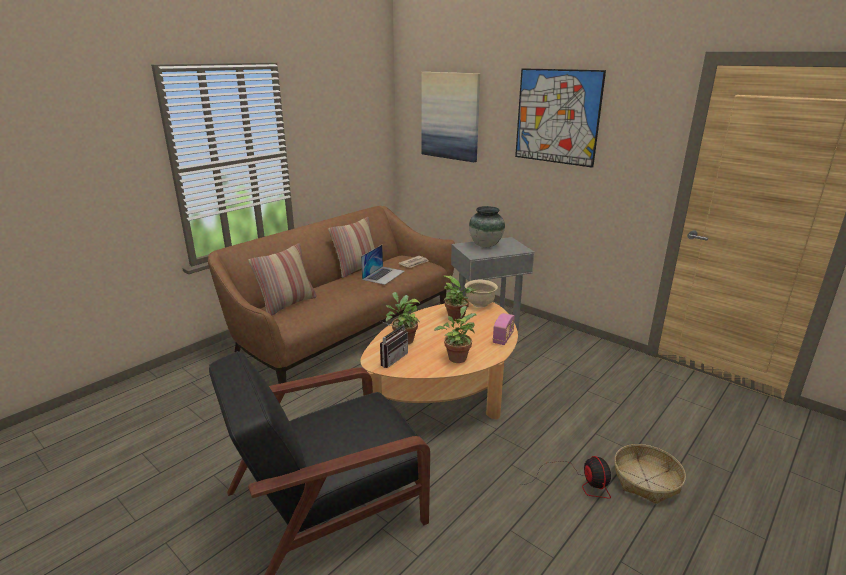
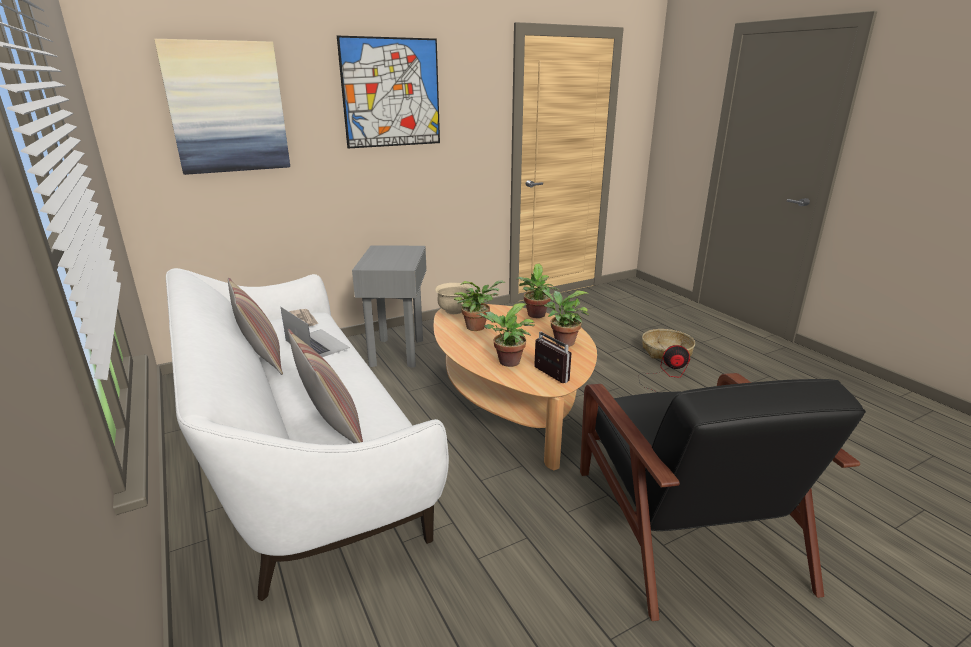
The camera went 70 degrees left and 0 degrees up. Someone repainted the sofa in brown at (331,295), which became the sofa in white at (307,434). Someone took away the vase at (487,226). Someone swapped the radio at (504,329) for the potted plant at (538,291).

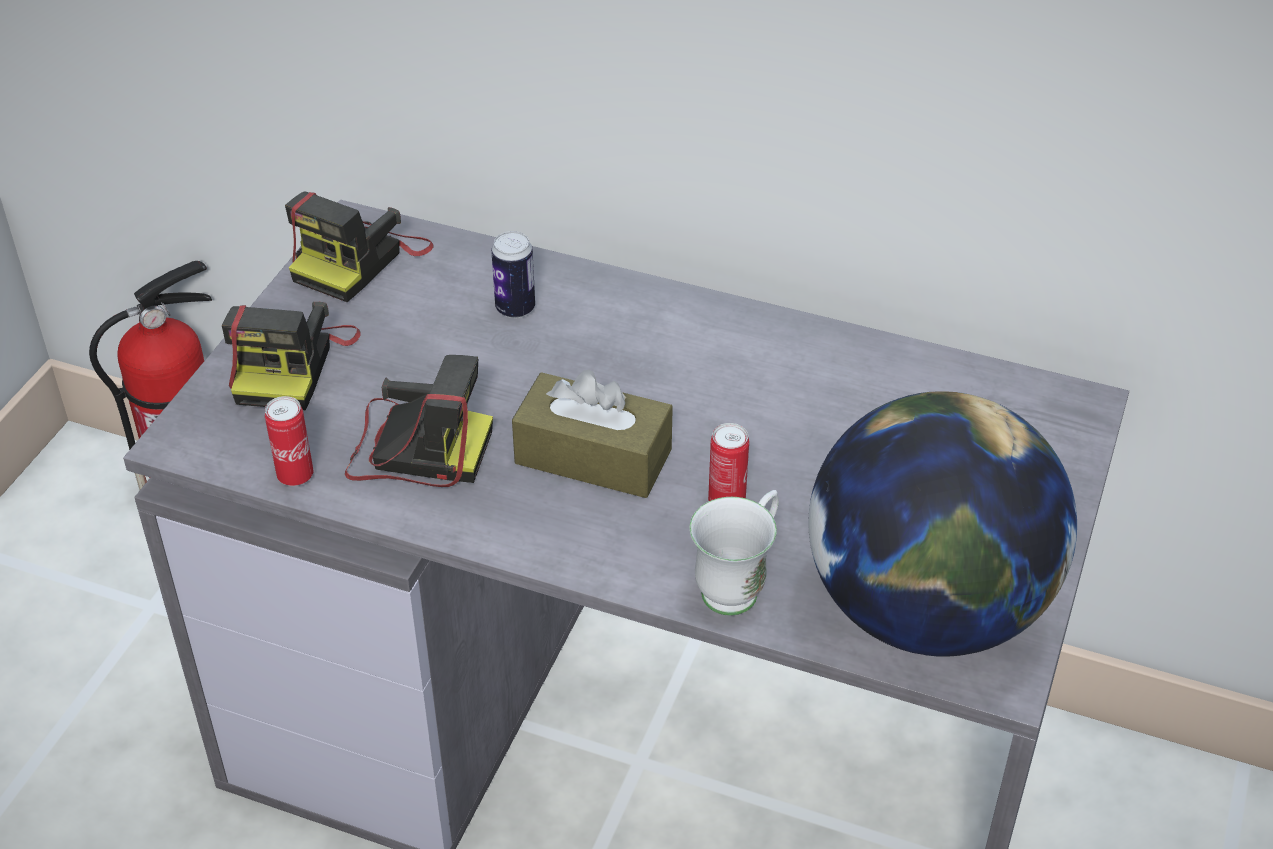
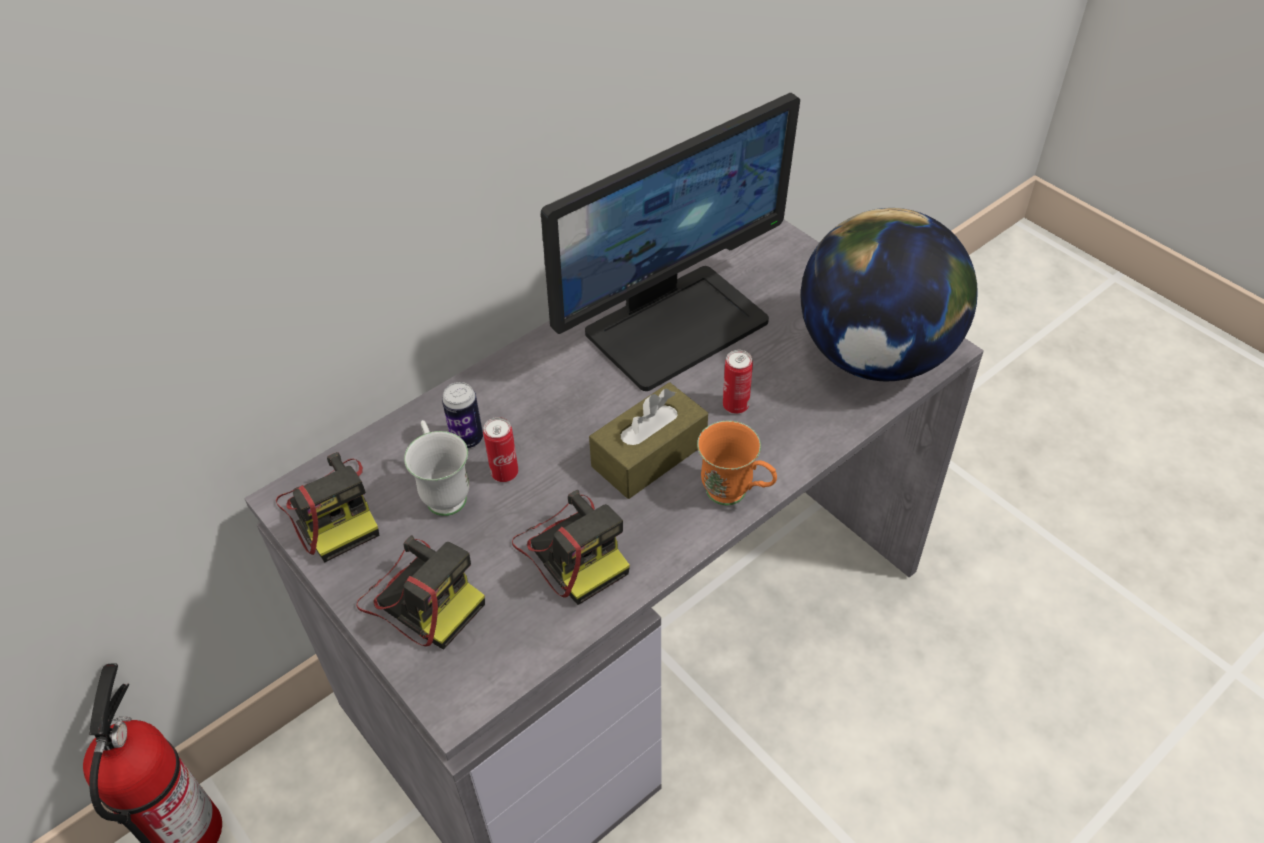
The camera went 60 degrees left and 5 degrees up. Someone carried the can from (289,441) to (500,449). Someone rotated the photo camera at (419,421) by 105 degrees clockwise. Someone carried the mug in white from (734,553) to (436,468). Someone put down the monitor at (670,242). Someone put down the mug in orange at (737,463).

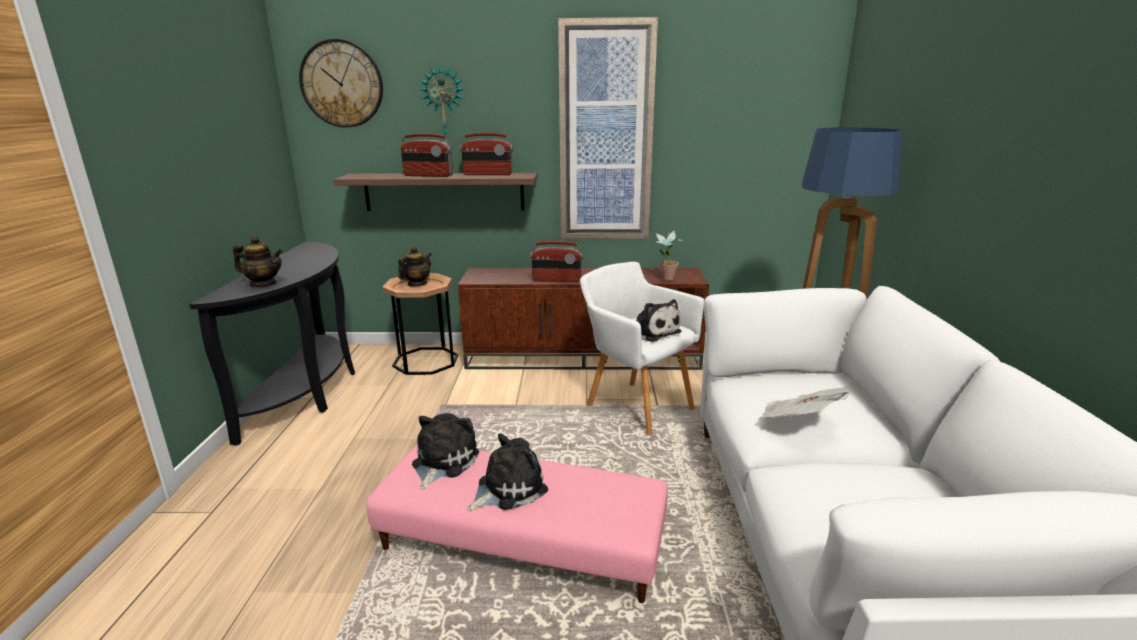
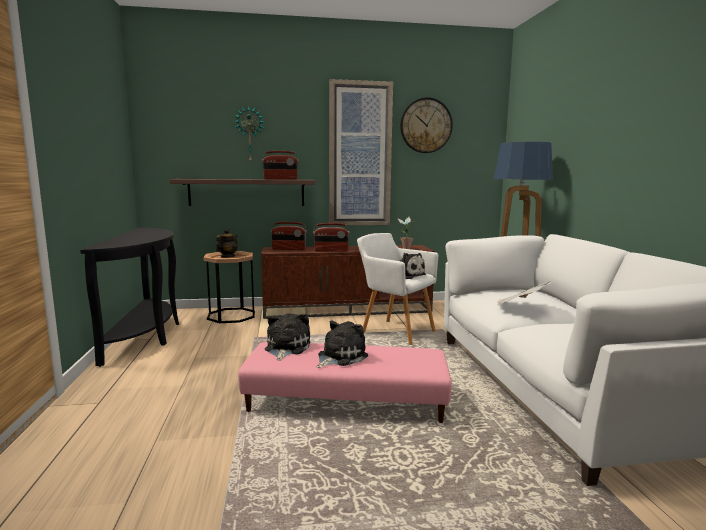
The camera went 10 degrees left and 10 degrees down. Someone took away the teapot at (257,261). Someone carried the wall clock from (341,83) to (426,125). Someone carried the radio from (427,155) to (289,236).

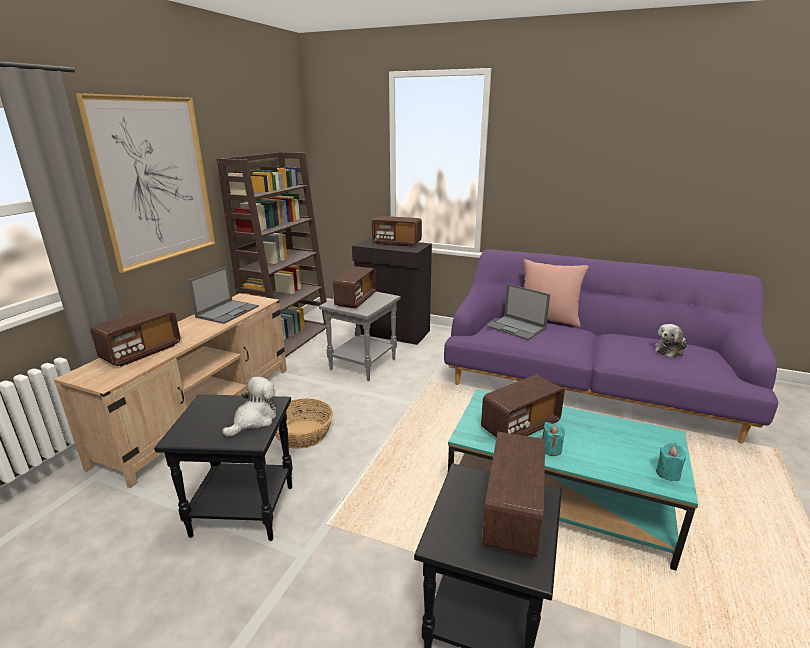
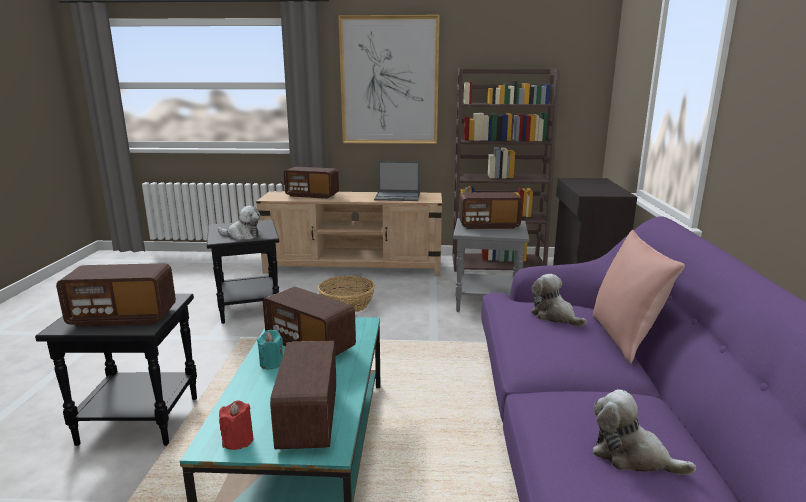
The camera went 70 degrees right and 5 degrees down. Someone carried the radio from (397,231) to (303,395). Someone swapped the laptop at (518,312) for the plush toy at (559,300). Someone repainted the candle in turquoise at (671,462), which became the candle in red at (236,425).

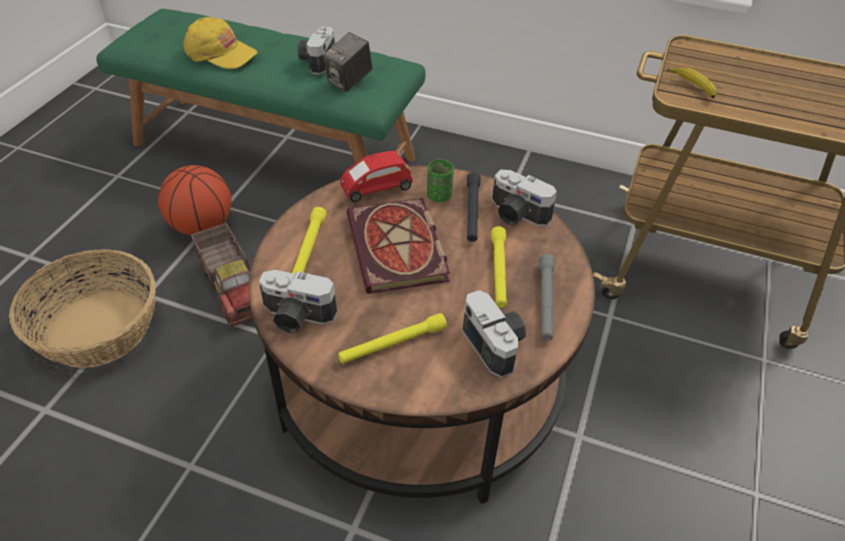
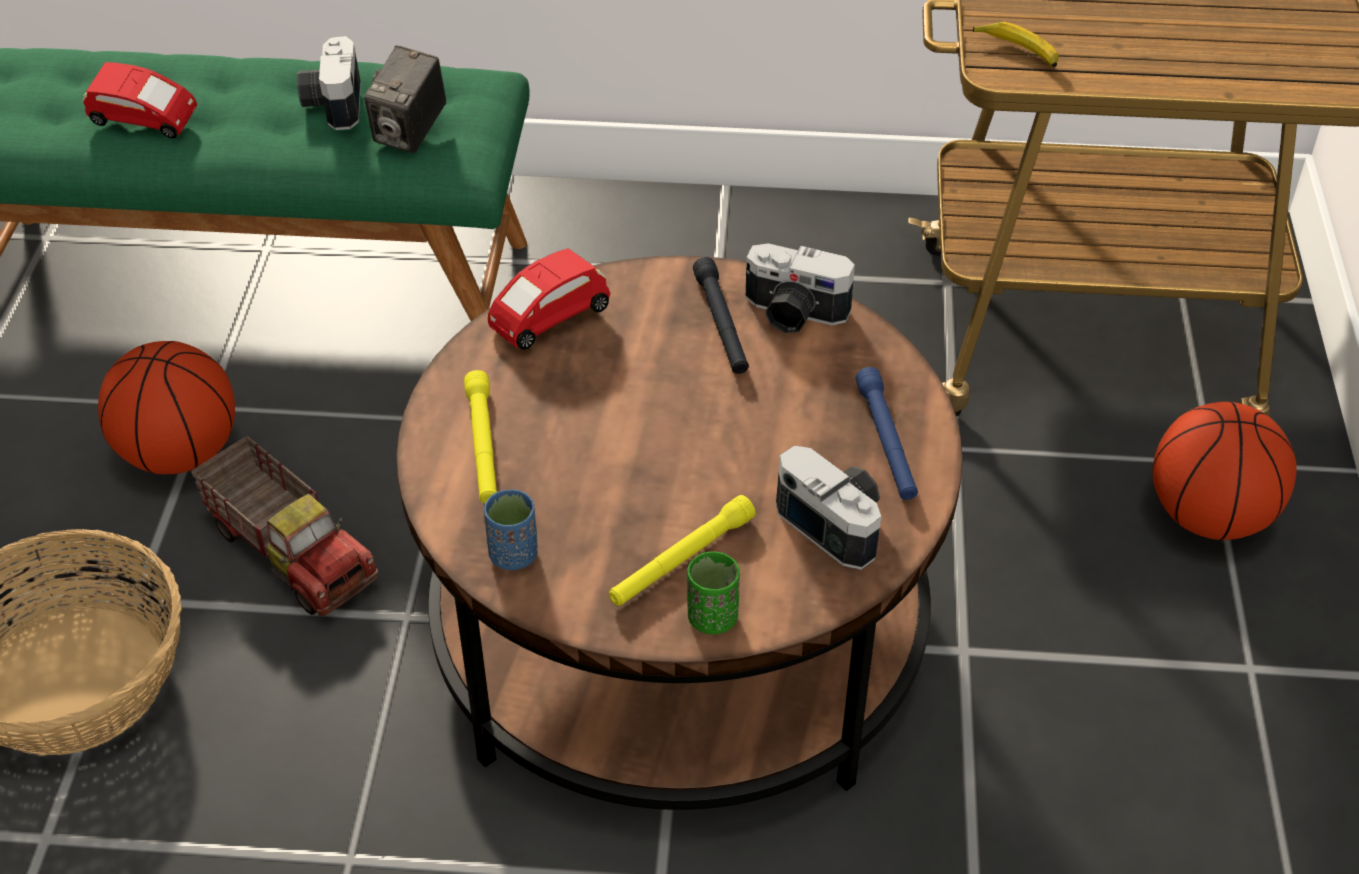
The camera went 15 degrees left and 0 degrees up. Someone swapped the cap in yellow at (220,43) for the toy car in red at (140,100). Someone swapped the photo camera at (298,301) for the cup in blue at (511,529). Someone took away the book at (398,246). Someone carried the cup in green from (440,180) to (713,592). Someone took away the flashlight in yellow at (499,267). Someone repainted the flashlight in grey at (547,297), which became the flashlight in blue at (887,433). Someone put down the basketball at (1224,471).

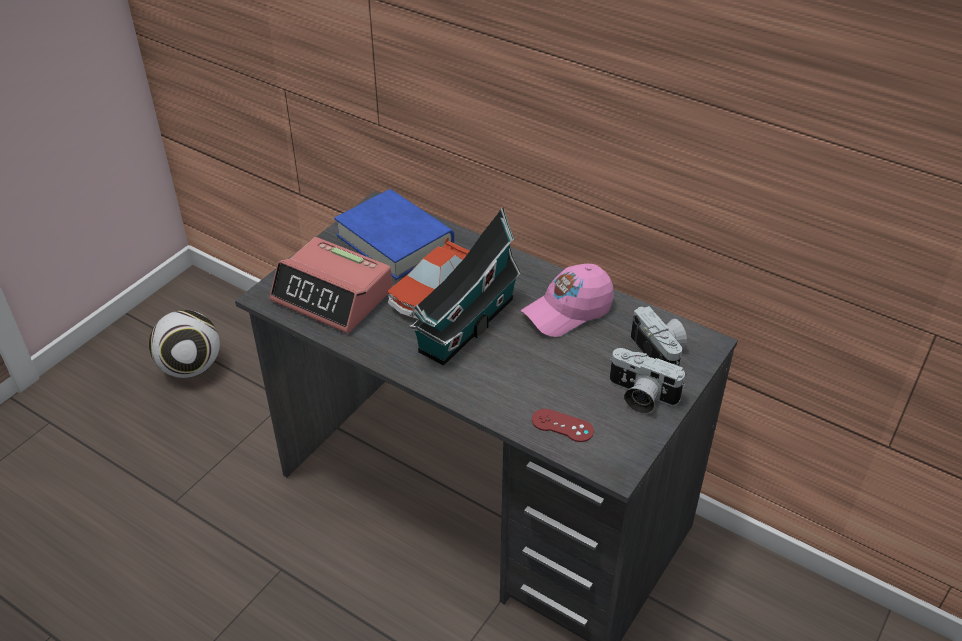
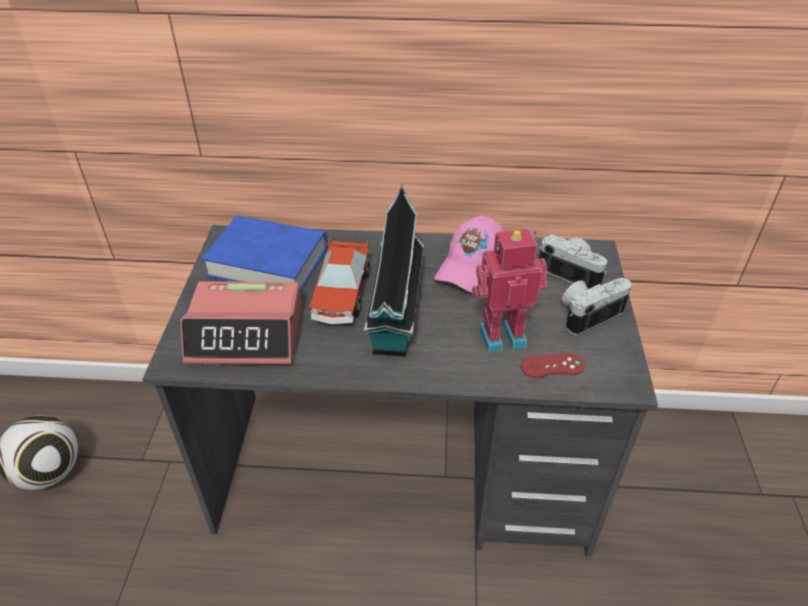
The camera went 30 degrees left and 0 degrees up. Someone rotated the photo camera at (647,381) by 150 degrees clockwise. Someone put down the toy robot at (509,290).

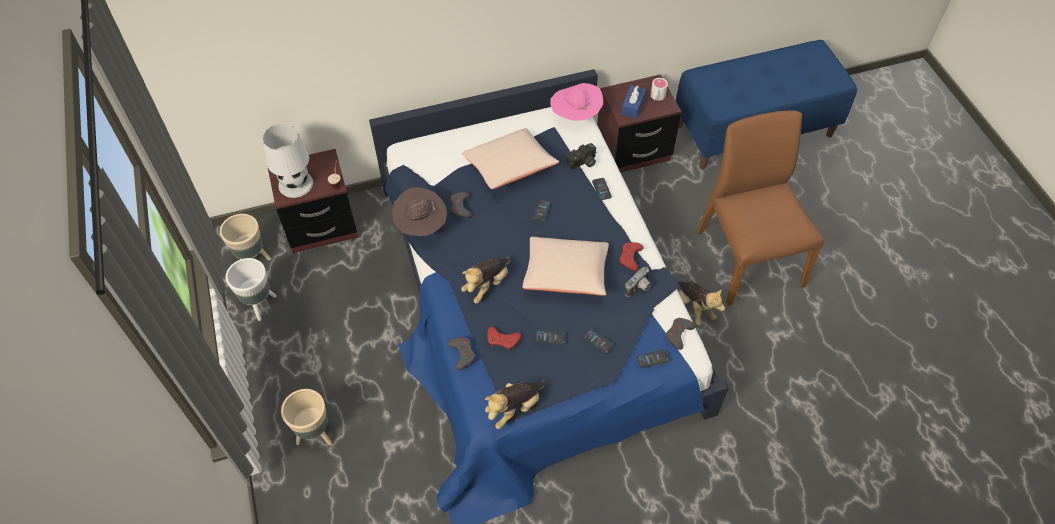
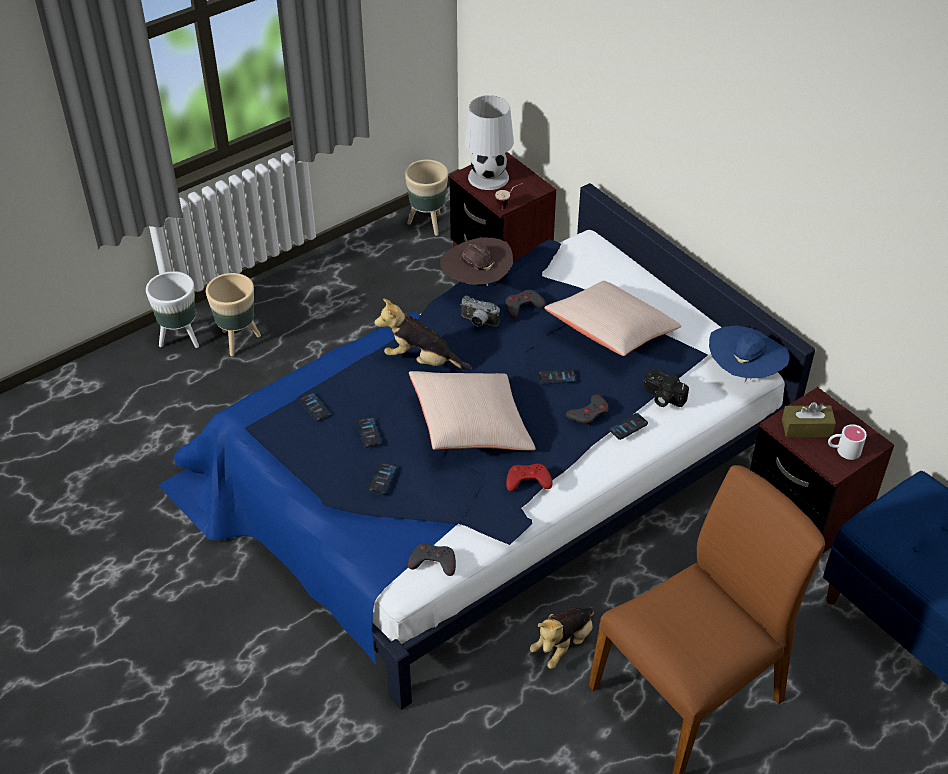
The camera went 70 degrees right and 10 degrees down. Someone carried the planter in white from (250,289) to (172,309). Someone carried the game controller in grey from (461,353) to (587,410). Someone took away the plush toy at (516,404). Someone took away the game controller in red at (504,338). Someone repainted the hat in pink at (576,102), which became the hat in blue at (749,353). Someone repainted the tissue box in blue at (633,101), which became the tissue box in brown at (809,419). Someone carried the photo camera from (637,282) to (480,311). Someone carried the phone from (653,358) to (315,407).

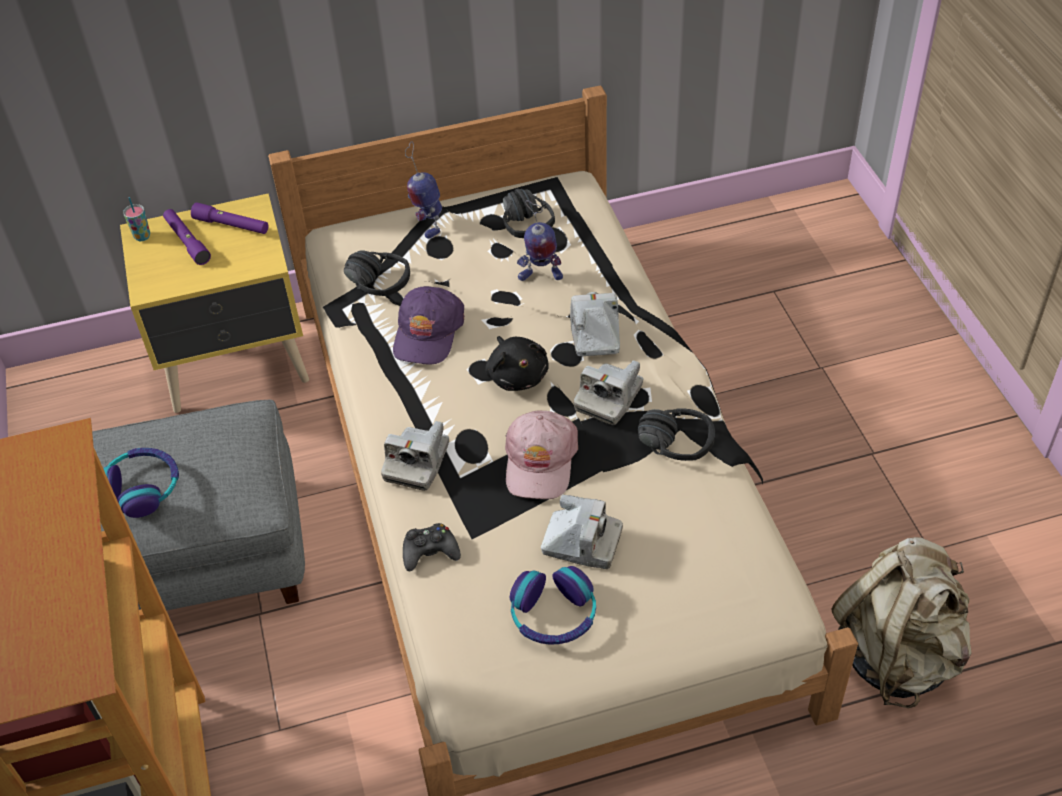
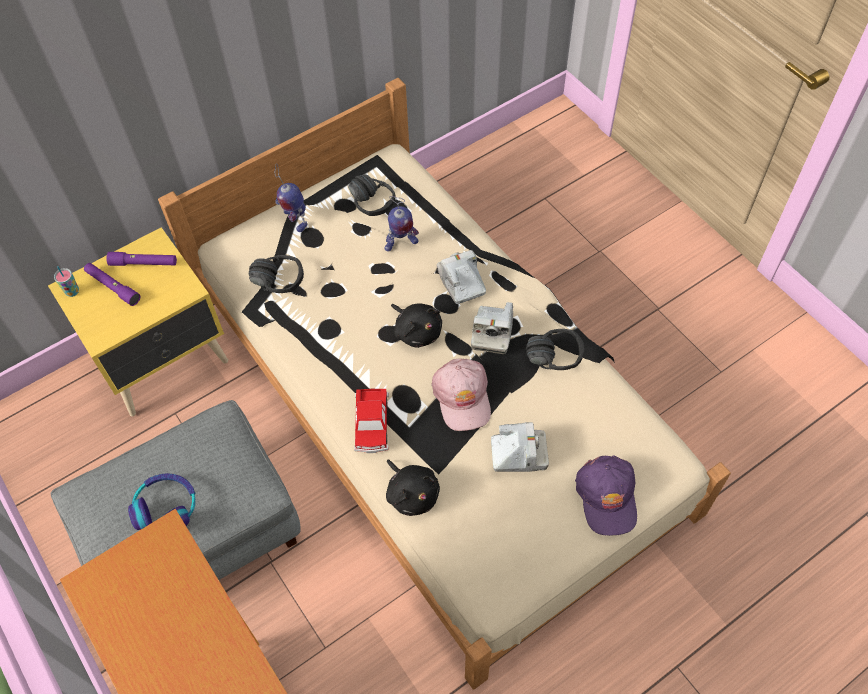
The camera went 20 degrees left and 10 degrees up. Someone swapped the photo camera at (415,456) for the toy car at (371,421). Someone carried the cap in purple from (428,325) to (606,495). Someone swapped the game controller in black at (432,547) for the plush toy in black at (413,487). Someone took away the headphones at (553,605). Someone took away the backpack in beige at (902,622).

